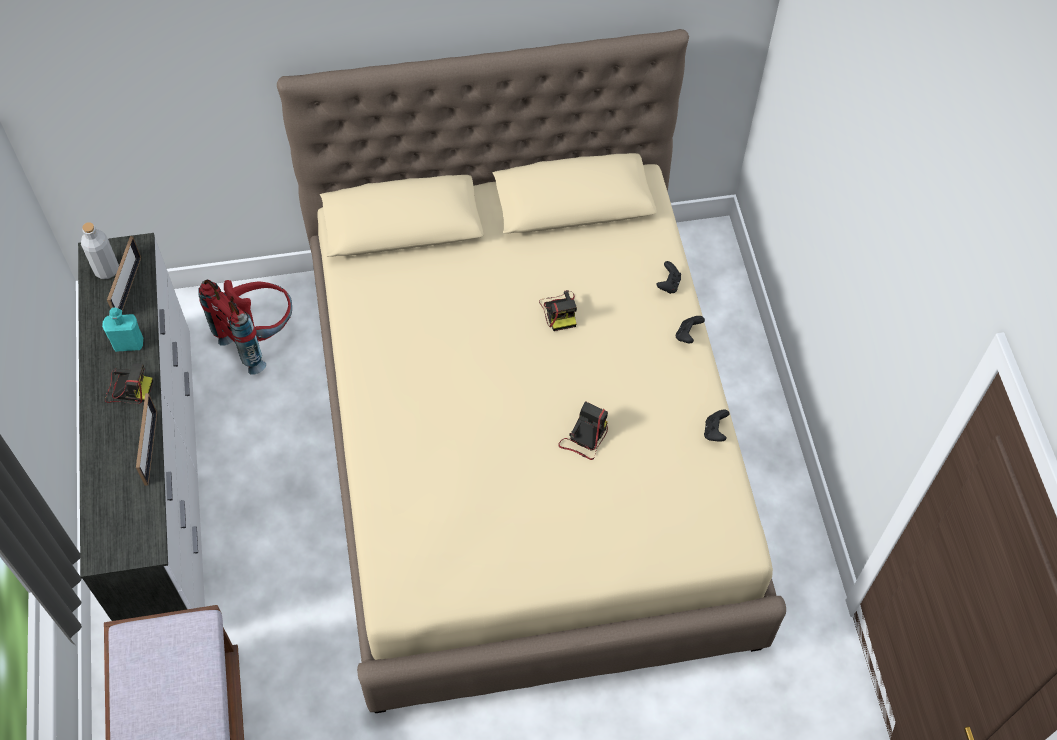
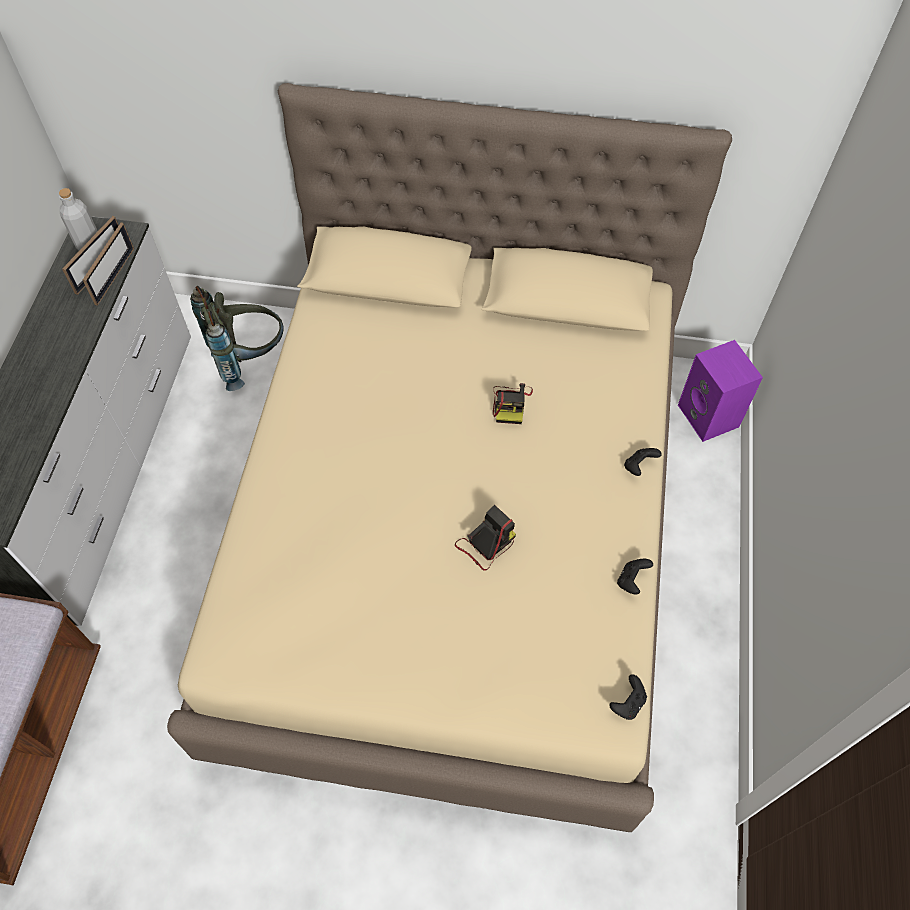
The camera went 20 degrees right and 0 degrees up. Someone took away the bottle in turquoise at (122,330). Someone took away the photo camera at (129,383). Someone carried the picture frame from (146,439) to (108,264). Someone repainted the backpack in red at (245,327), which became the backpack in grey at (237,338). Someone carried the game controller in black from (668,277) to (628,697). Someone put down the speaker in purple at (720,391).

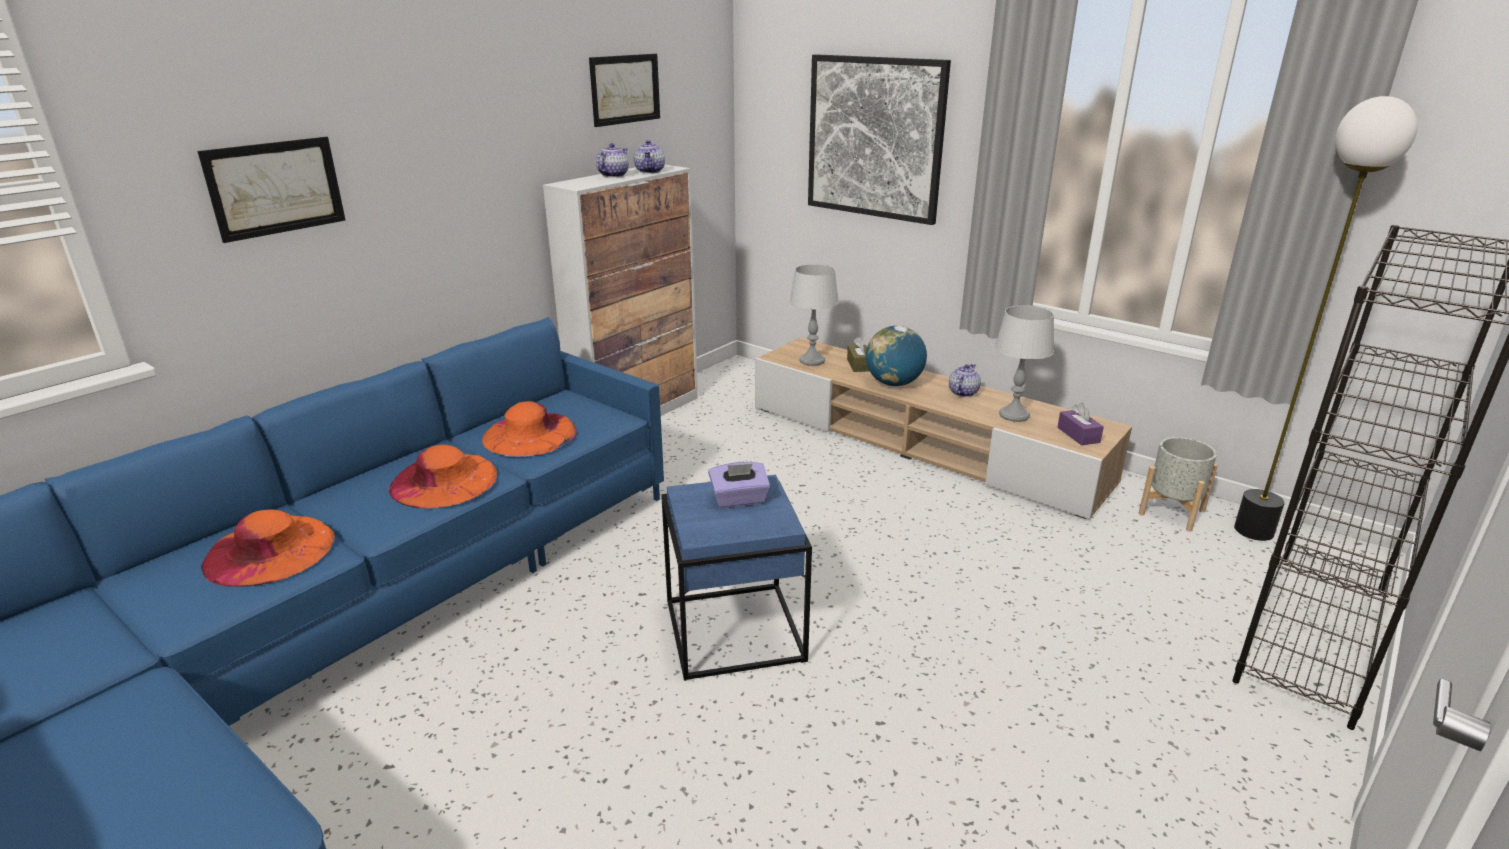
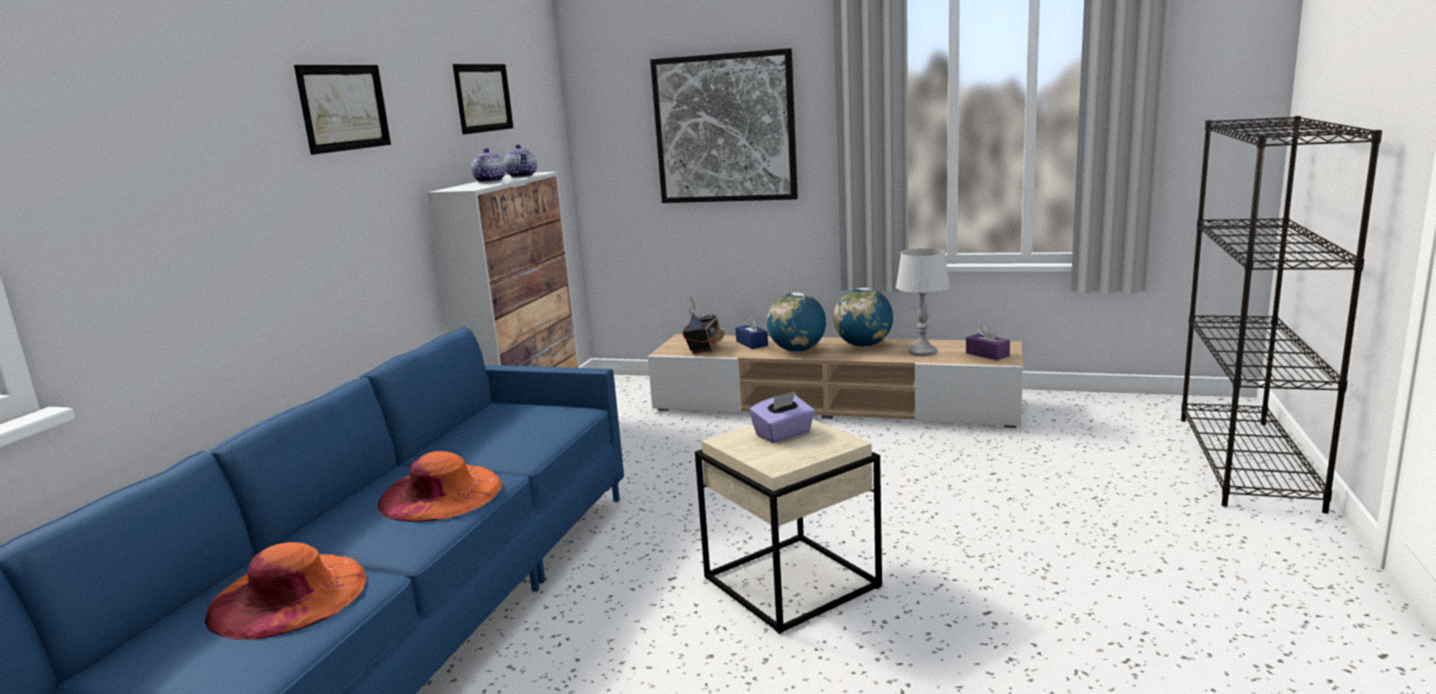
The camera went 20 degrees left and 10 degrees down. Someone carried the picture from (272,190) to (342,110). Someone took away the hat in orange at (529,429). Someone repainted the side table in blue at (736,578), which became the side table in beige at (788,527). Someone swapped the table lamp in grey at (814,315) for the radio at (703,325). Someone repainted the tissue box in brown at (858,354), which became the tissue box in blue at (751,332). Someone swapped the teapot at (965,380) for the globe at (863,317). Someone took away the planter in grey at (1178,484). Someone took away the floor lamp at (1325,318).

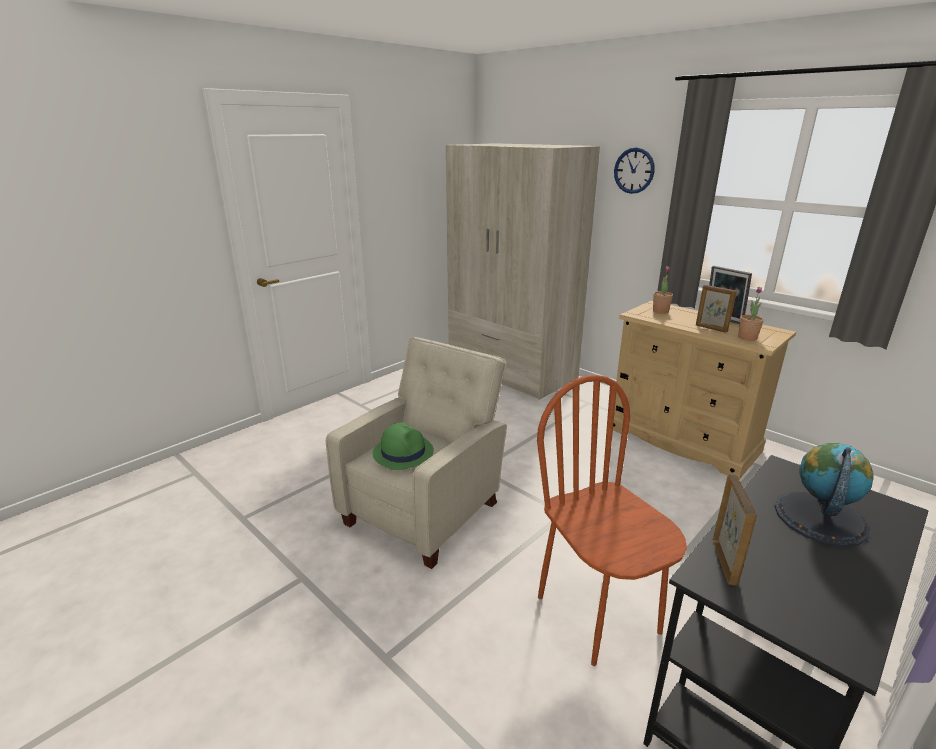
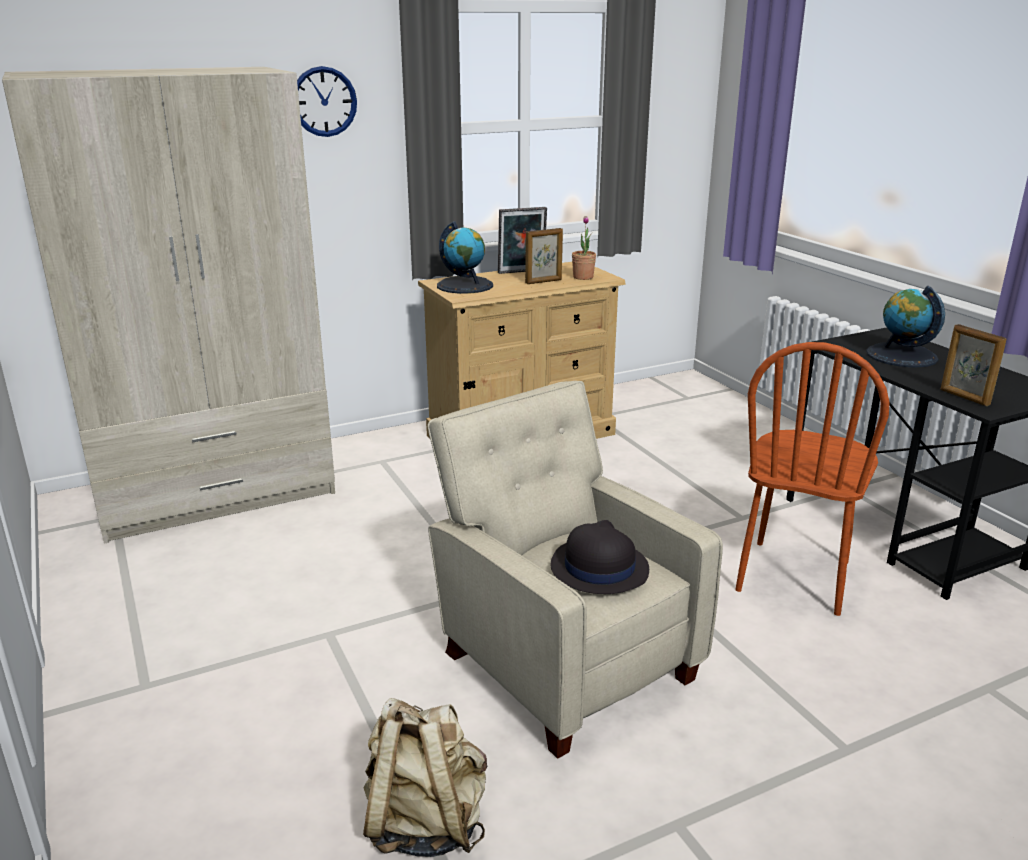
The camera went 70 degrees left and 0 degrees up. Someone repainted the hat in green at (403,446), which became the hat in black at (600,557). Someone rotated the chair in brown at (612,520) by 60 degrees counterclockwise. Someone swapped the potted plant at (663,290) for the globe at (465,257). Someone rotated the picture frame at (734,530) by 150 degrees counterclockwise. Someone put down the backpack in beige at (425,777).

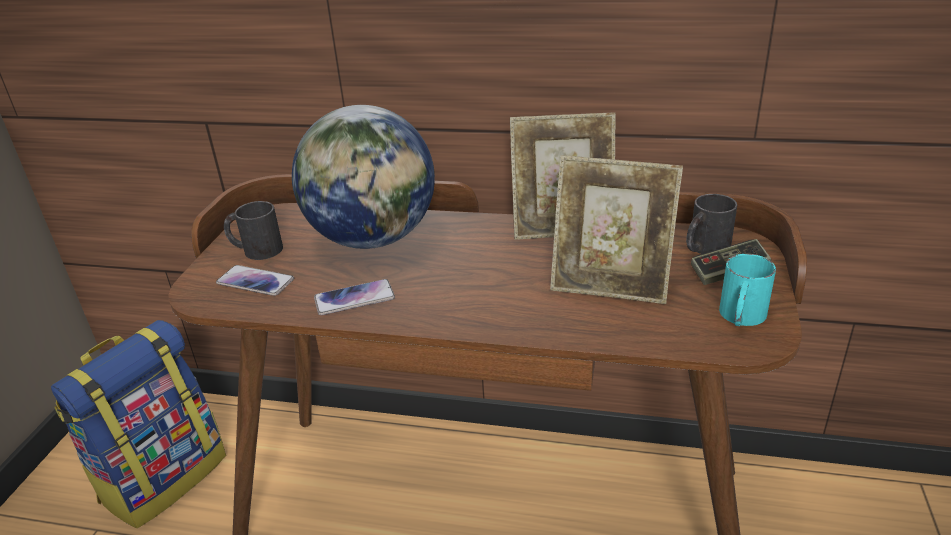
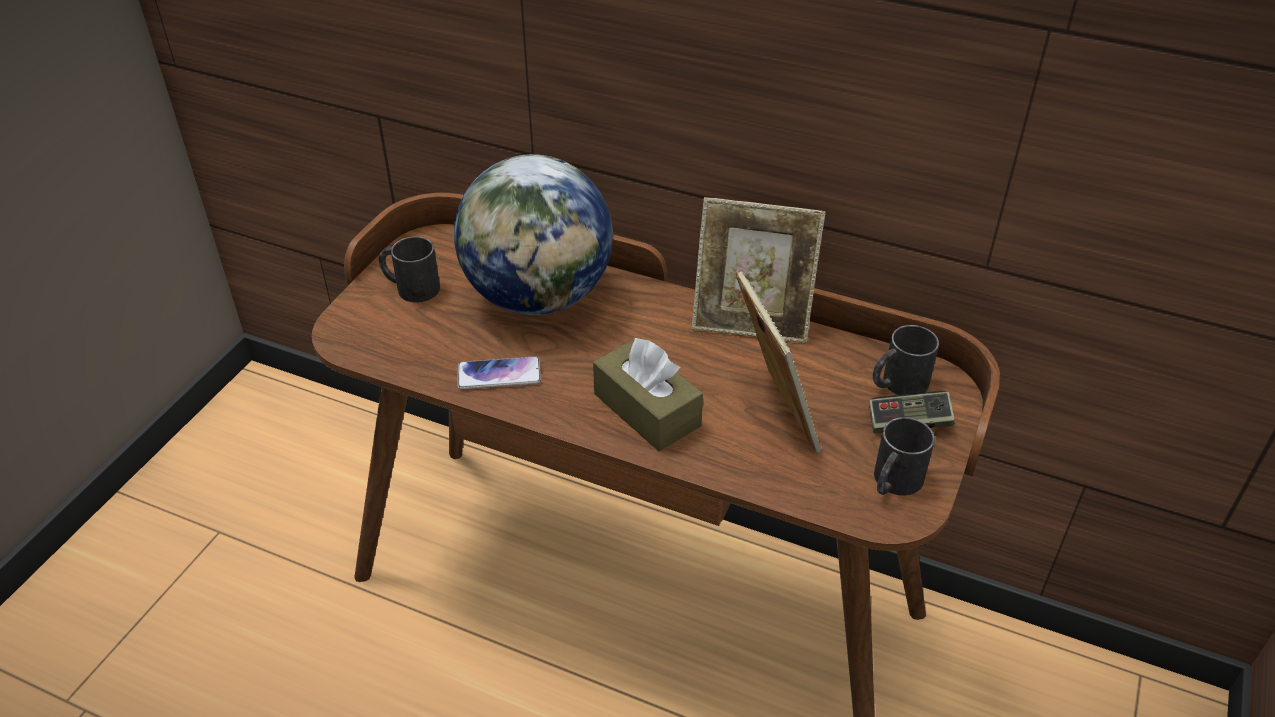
The camera went 10 degrees right and 10 degrees up. Someone took away the backpack at (138,424). Someone took away the phone at (255,280). Someone rotated the picture frame at (616,229) by 135 degrees counterclockwise. Someone repainted the mug in turquoise at (747,290), which became the mug in black at (904,456). Someone put down the tissue box in brown at (648,394).

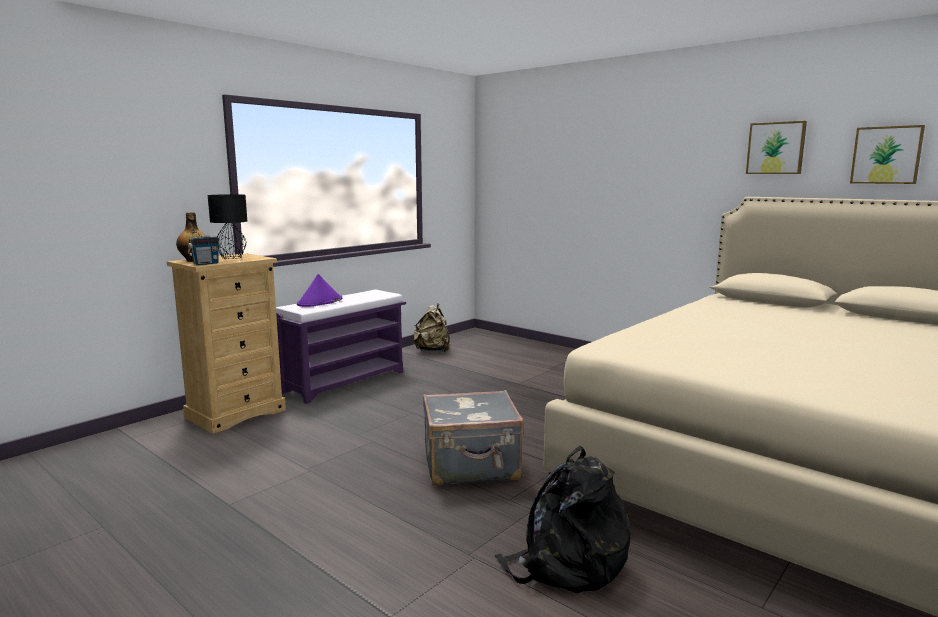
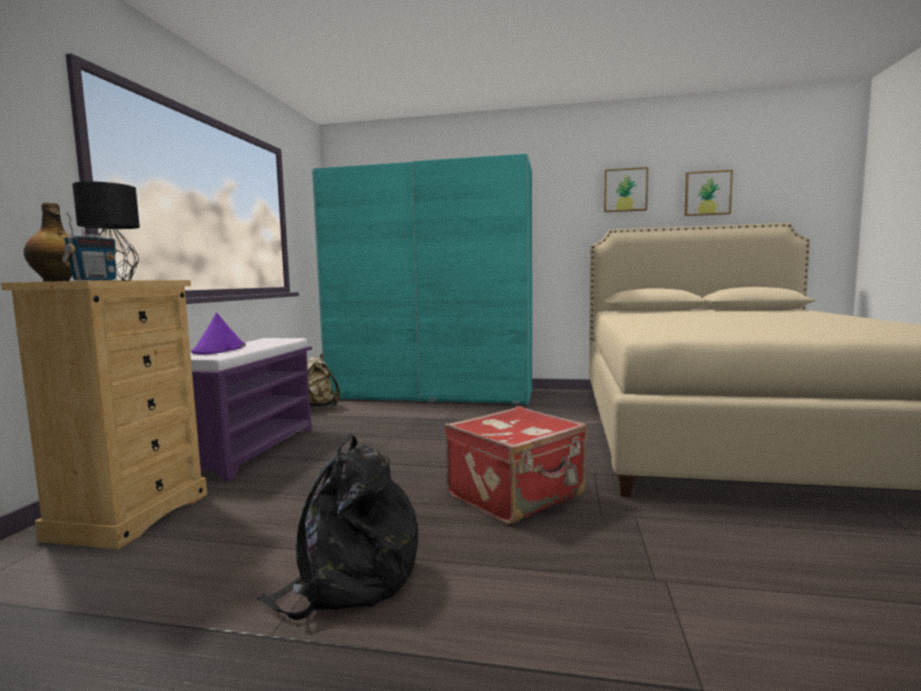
The camera went 30 degrees left and 5 degrees down. Someone repainted the suitcase in grey at (473,438), which became the suitcase in red at (516,465). Someone carried the backpack in black from (563,519) to (337,526). Someone put down the wardrobe in turquoise at (422,279).

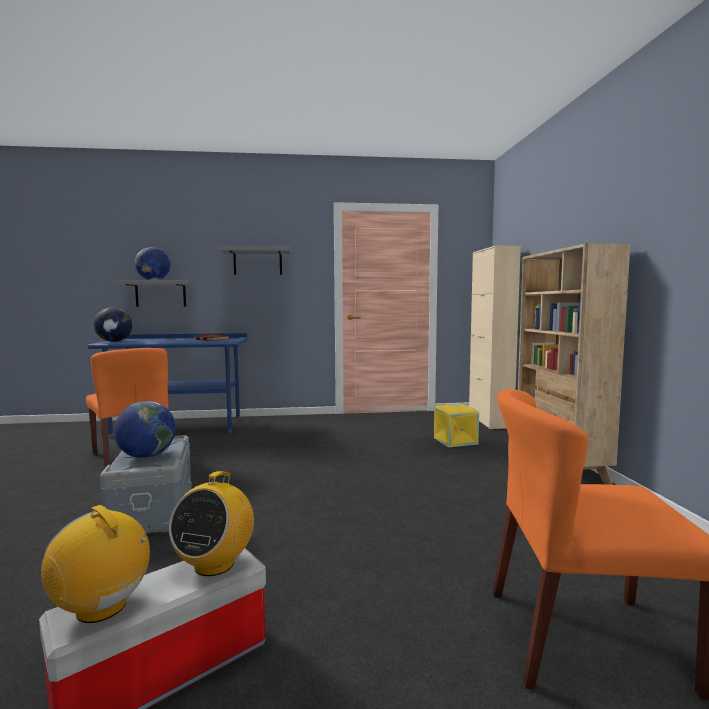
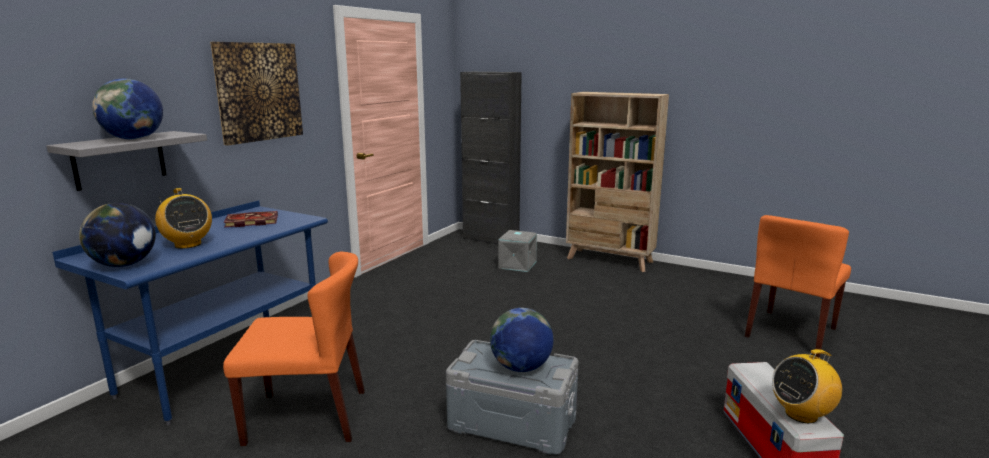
The camera went 55 degrees left and 10 degrees up. Someone carried the radio from (211,523) to (183,218). Someone swapped the shelf in grey at (254,260) for the picture at (256,93). Someone repainted the storage box in yellow at (456,425), which became the storage box in grey at (517,251). Someone repainted the cabinet in beige at (495,337), which became the cabinet in black at (491,158).

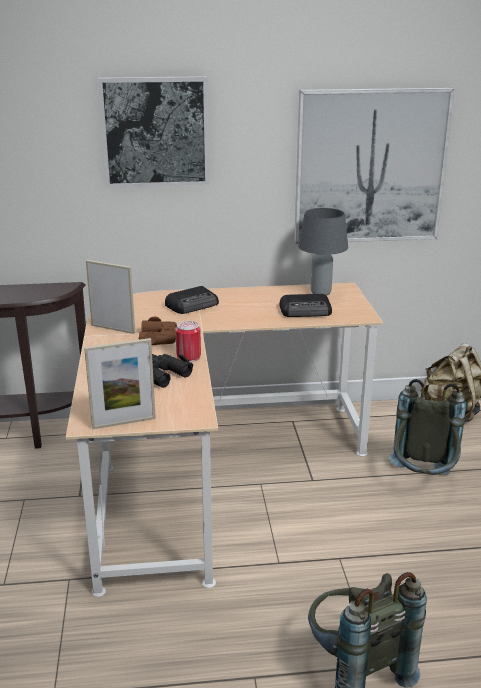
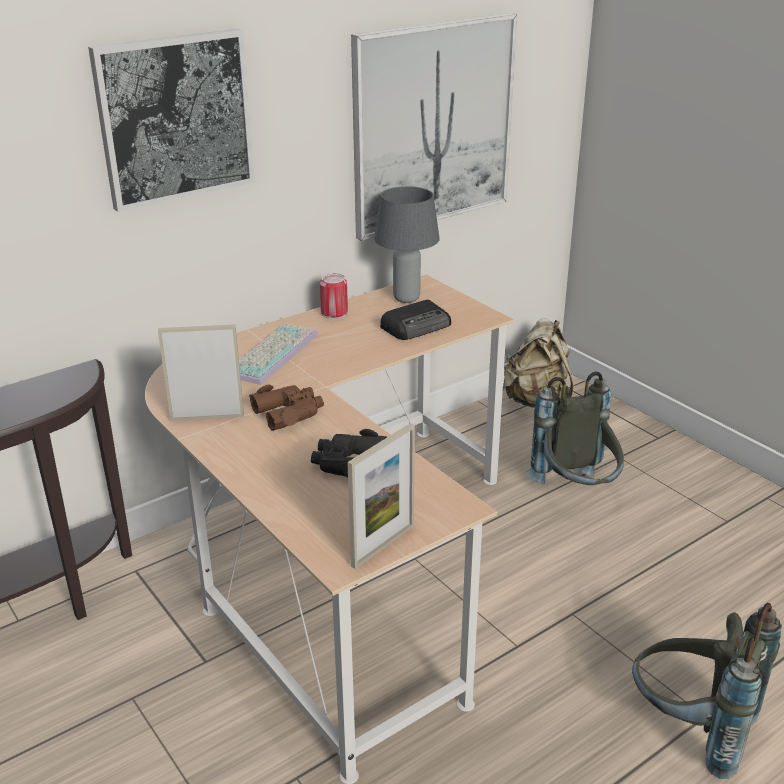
The camera went 30 degrees left and 5 degrees up. Someone swapped the radio at (192,300) for the keyboard at (278,354). Someone carried the can from (188,341) to (333,296).

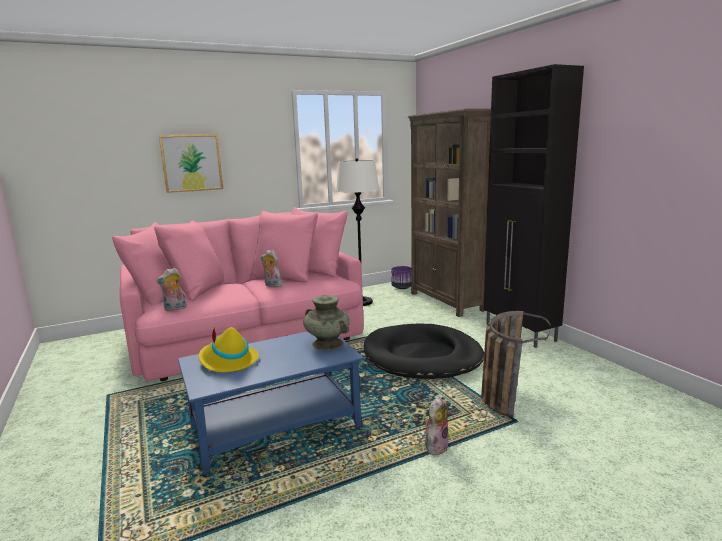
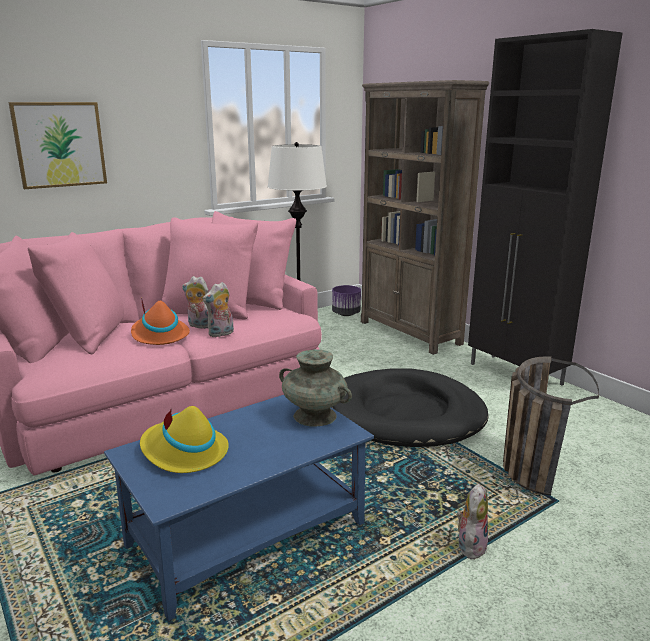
The camera went 10 degrees left and 5 degrees up. Someone carried the plush toy from (171,289) to (218,309). Someone put down the hat in orange at (160,323).

